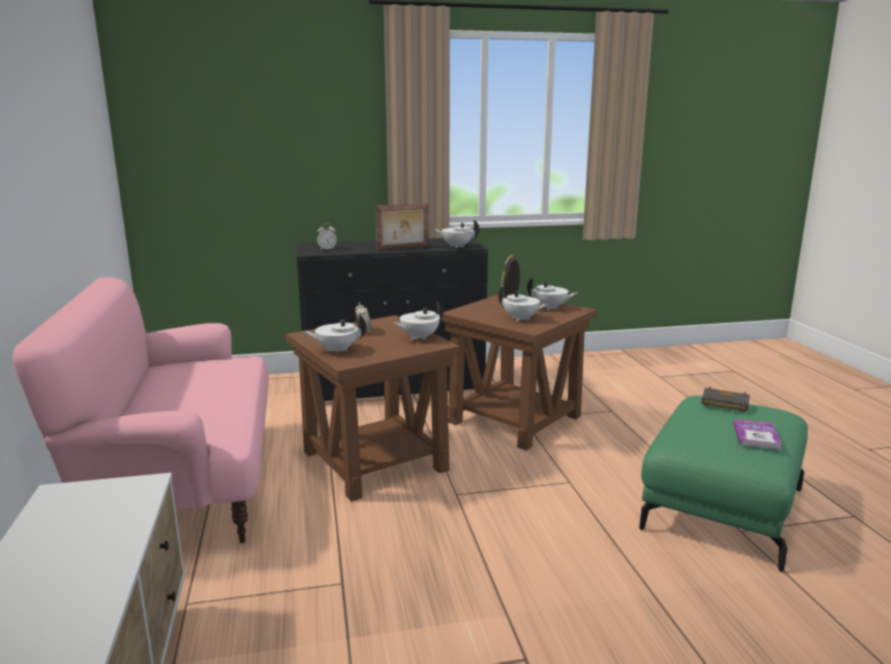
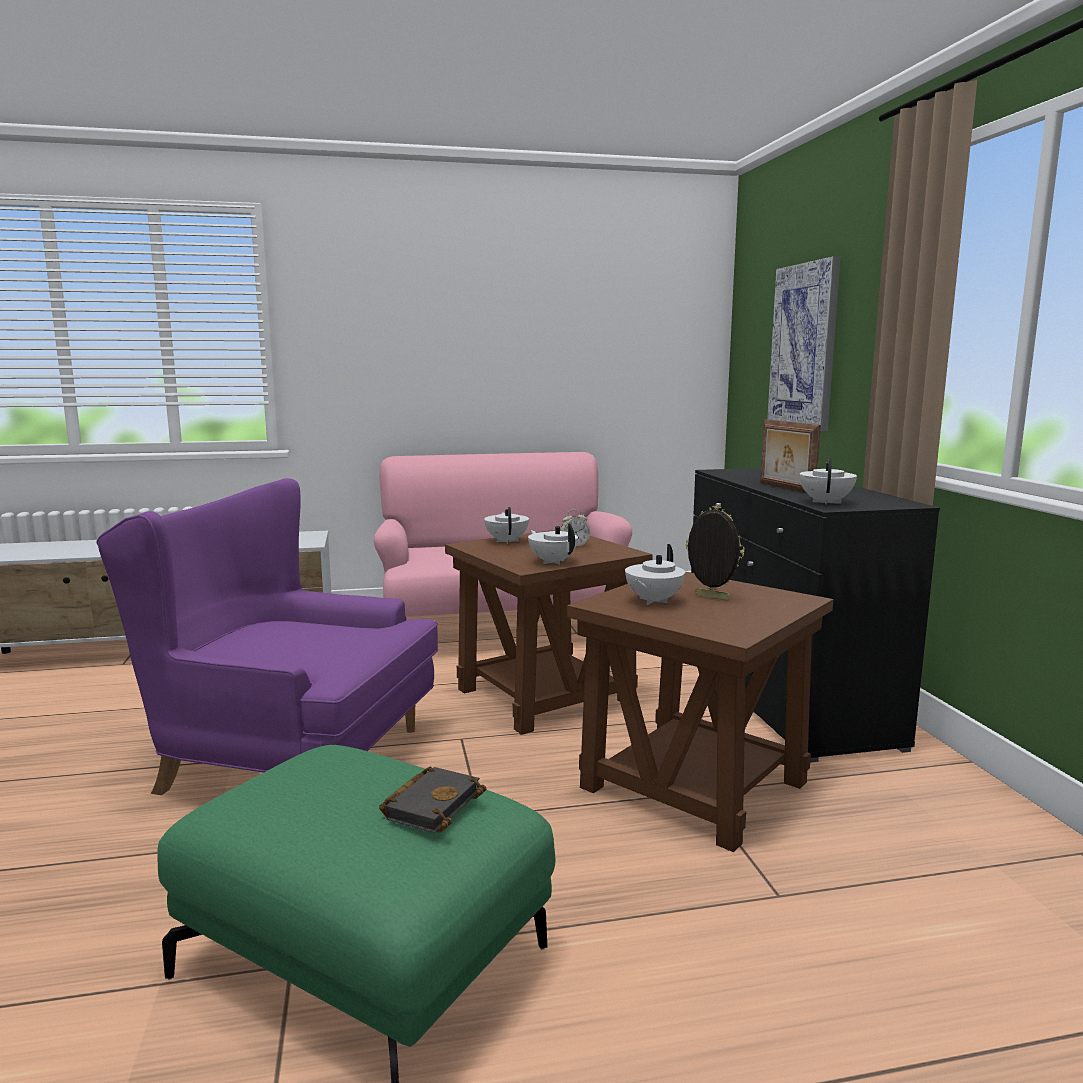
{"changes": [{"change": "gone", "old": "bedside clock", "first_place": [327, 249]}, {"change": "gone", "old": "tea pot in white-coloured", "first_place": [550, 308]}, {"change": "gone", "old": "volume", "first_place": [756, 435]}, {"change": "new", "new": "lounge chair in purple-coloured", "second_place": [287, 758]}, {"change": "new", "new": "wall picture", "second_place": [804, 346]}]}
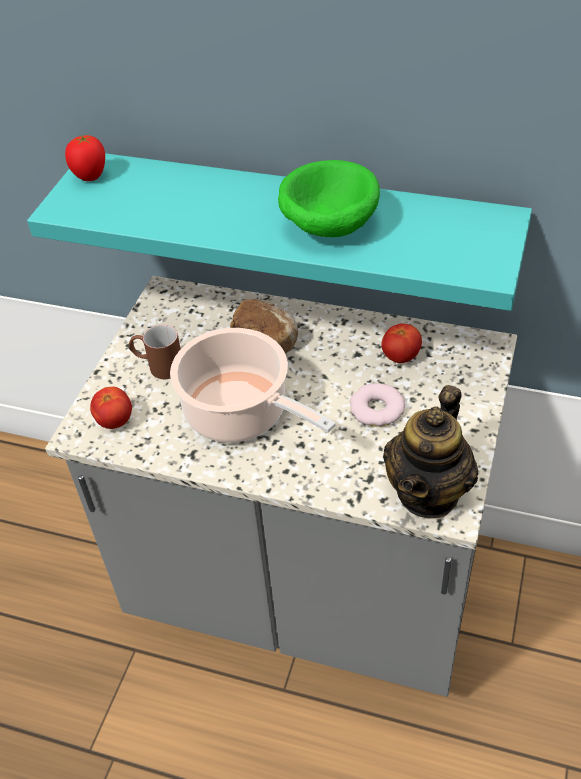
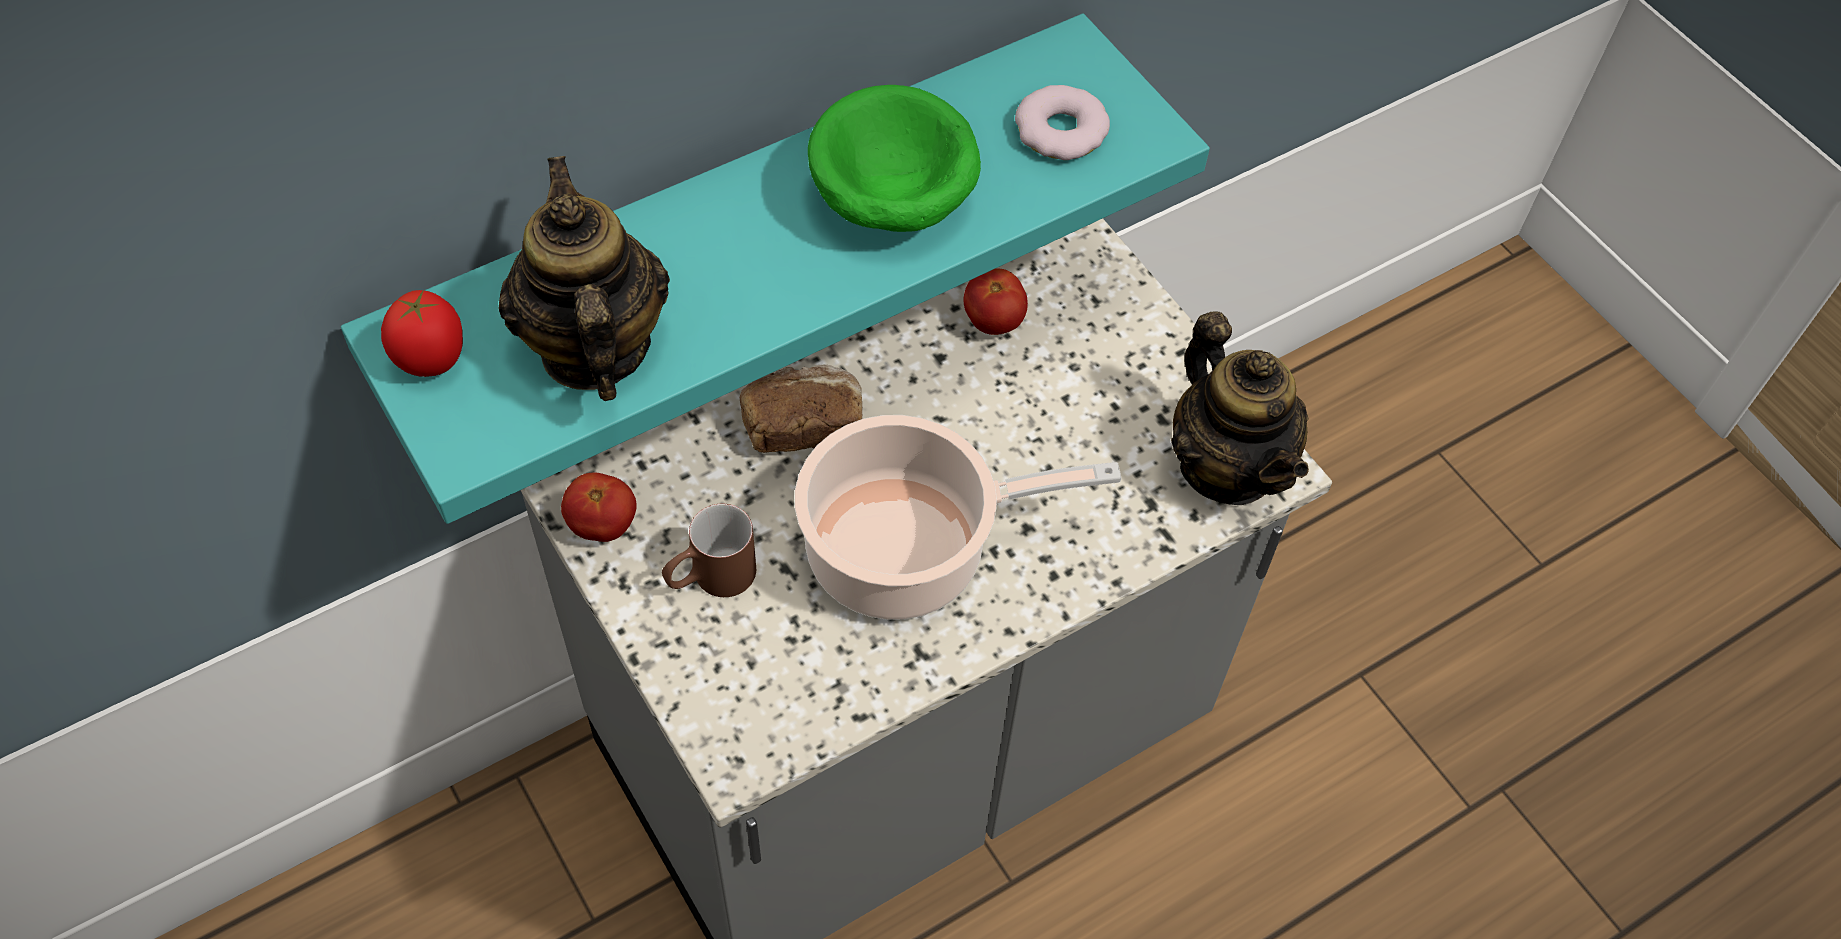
{"changes": [{"change": "new", "new": "tea pot", "second_place": [593, 348]}, {"change": "shifted", "old": "whole tomato", "first_place": [115, 421], "second_place": [603, 525]}, {"change": "shifted", "old": "ring doughnut", "first_place": [377, 409], "second_place": [1061, 131]}]}
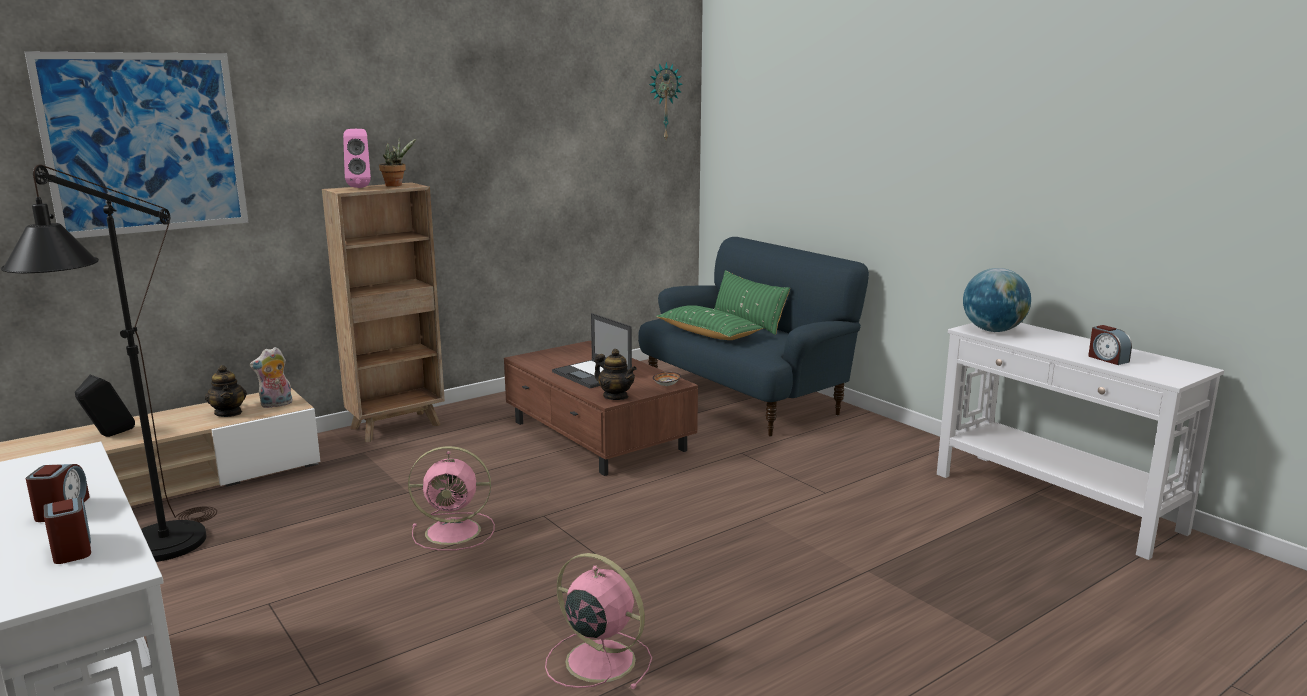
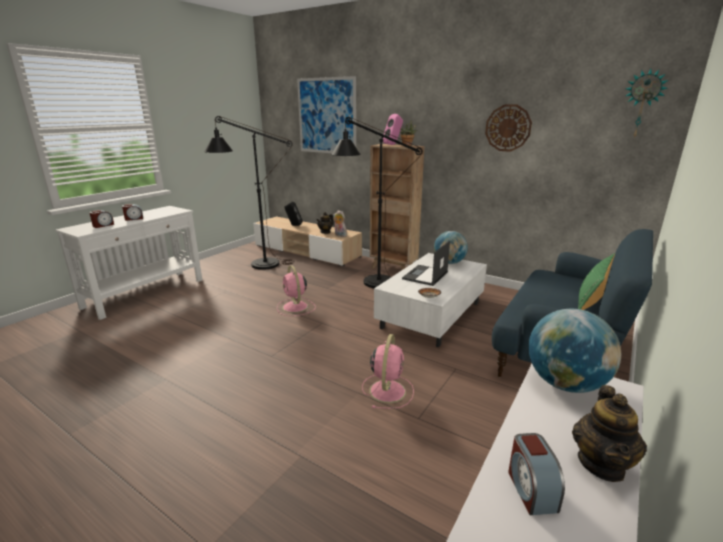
{"changes": [{"change": "gone", "old": "cushion in green-coloured", "first_place": [708, 334]}, {"change": "new", "new": "standing lamp in black", "second_place": [370, 281]}, {"change": "new", "new": "world globe", "second_place": [449, 263]}, {"change": "new", "new": "wall clock", "second_place": [508, 128]}, {"change": "shifted", "old": "fan in pink-coloured", "first_place": [597, 660], "second_place": [387, 390]}, {"change": "shifted", "old": "tea pot", "first_place": [615, 396], "second_place": [601, 464]}, {"change": "repainted", "old": "lounge table in brown-coloured", "new": "lounge table in white-coloured", "first_place": [598, 436], "second_place": [430, 315]}, {"change": "rotated", "old": "bedside clock", "first_place": [1107, 359], "second_place": [531, 489], "degrees": -45}]}
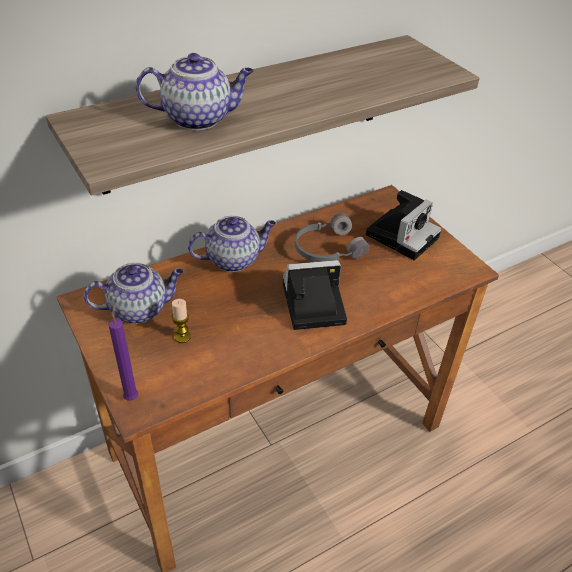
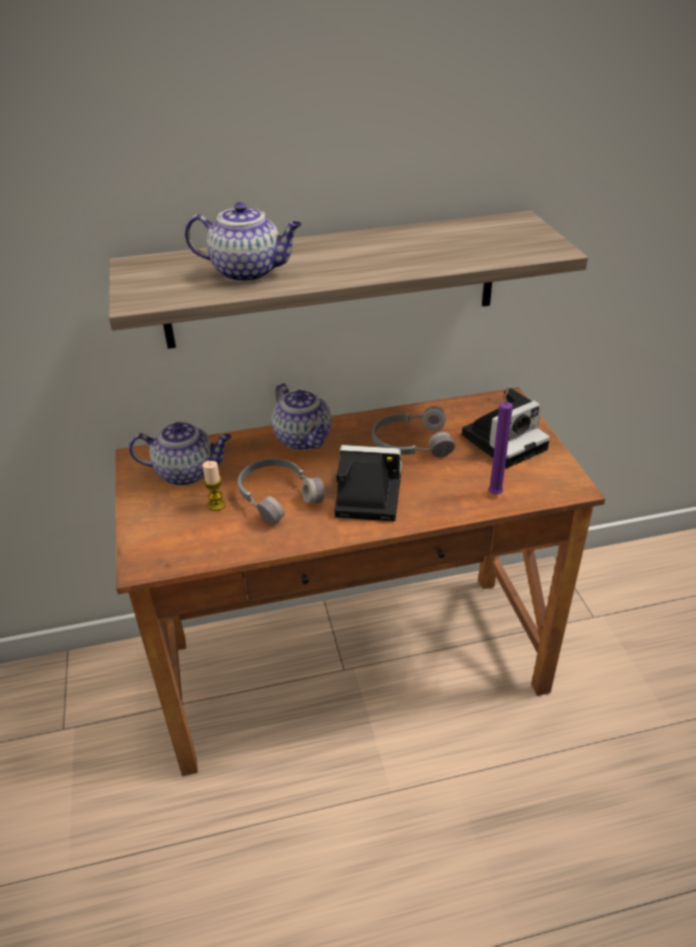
{"changes": [{"change": "new", "new": "headphones in gray", "second_place": [278, 496]}, {"change": "shifted", "old": "candle in purple-coloured", "first_place": [131, 396], "second_place": [495, 492]}, {"change": "rotated", "old": "tea pot", "first_place": [234, 259], "second_place": [304, 440], "degrees": 60}]}
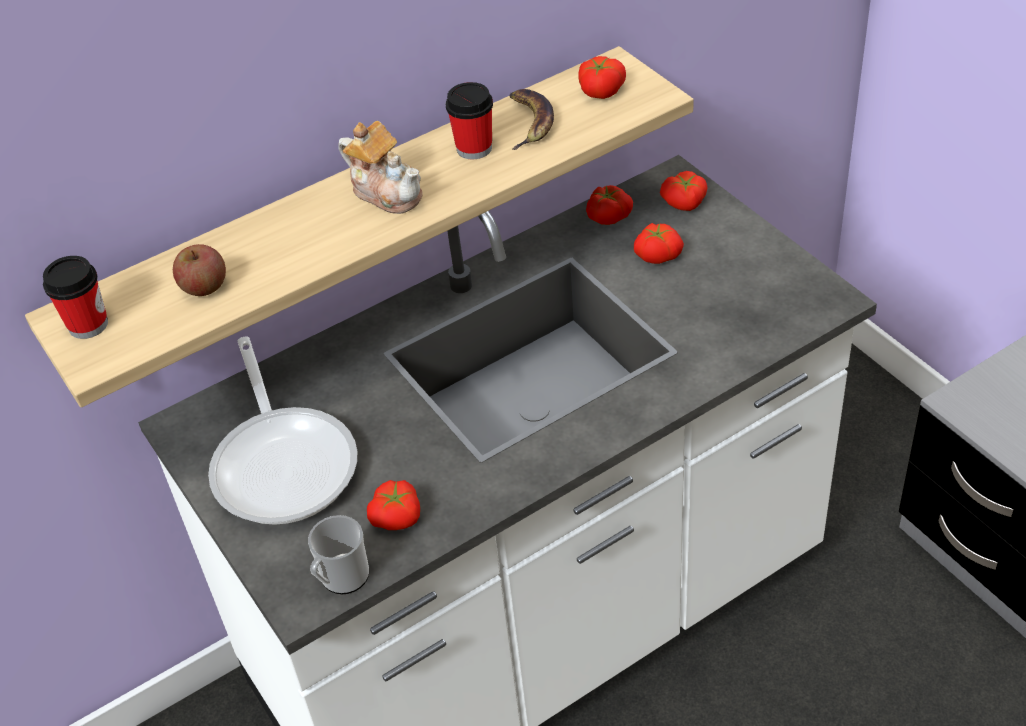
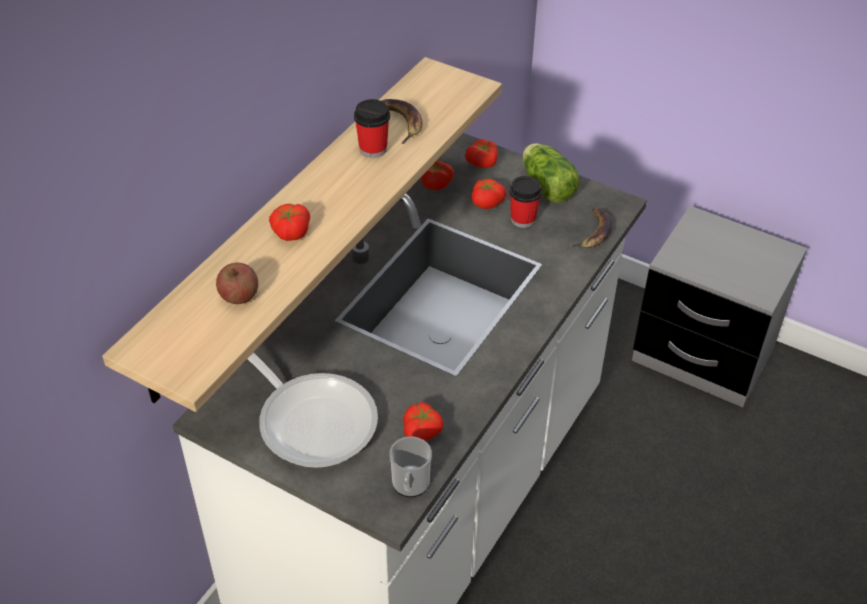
{"changes": [{"change": "gone", "old": "tea pot", "first_place": [387, 191]}, {"change": "new", "new": "lettuce", "second_place": [546, 185]}, {"change": "new", "new": "banana", "second_place": [593, 232]}, {"change": "shifted", "old": "small cup", "first_place": [88, 325], "second_place": [523, 219]}, {"change": "shifted", "old": "whole tomato", "first_place": [600, 90], "second_place": [290, 232]}]}
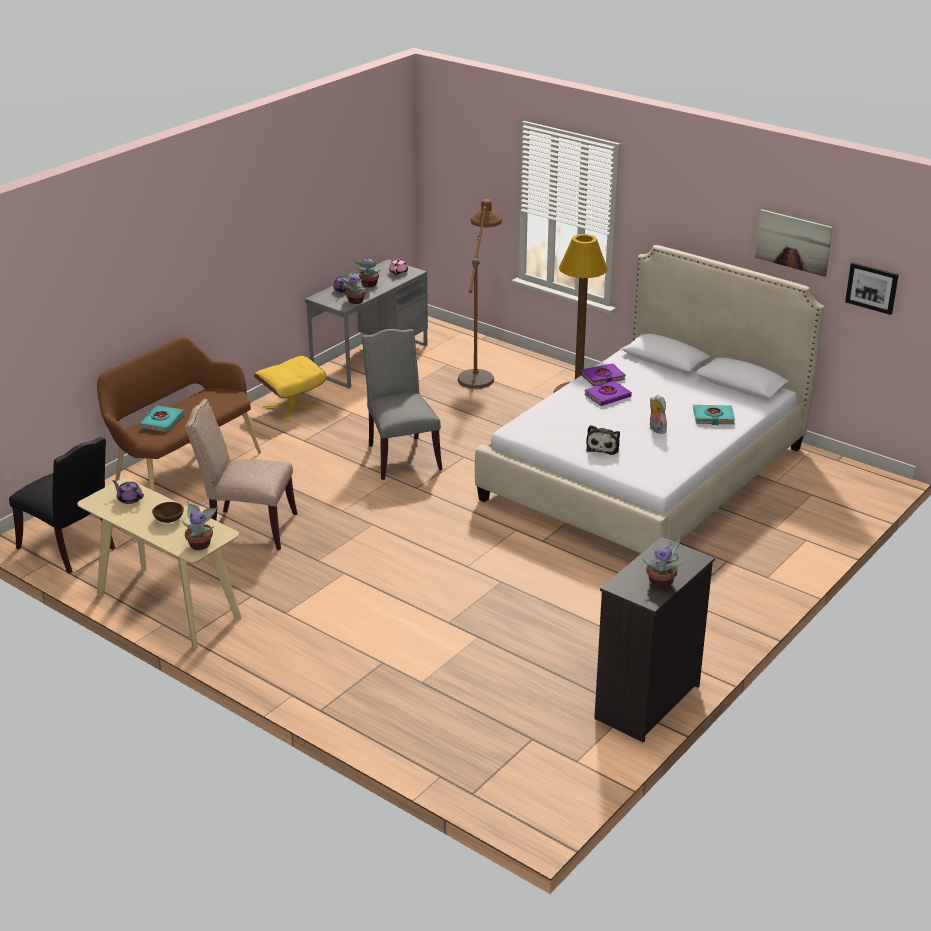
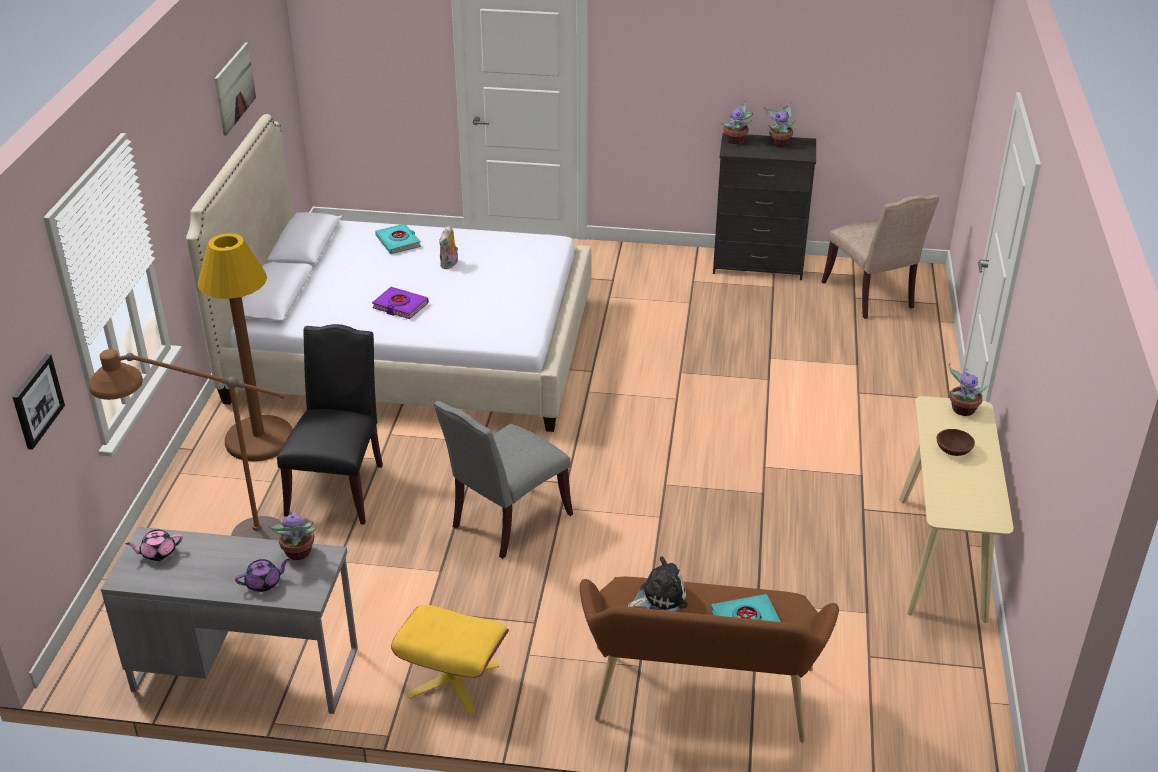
{"changes": [{"change": "gone", "old": "tea pot in purple-coloured", "first_place": [129, 499]}, {"change": "gone", "old": "volume in purple-coloured", "first_place": [602, 377]}, {"change": "shifted", "old": "chair in black", "first_place": [71, 549], "second_place": [339, 487]}, {"change": "shifted", "old": "chair in beige", "first_place": [247, 528], "second_place": [872, 296]}, {"change": "shifted", "old": "houseplant", "first_place": [369, 285], "second_place": [736, 140]}, {"change": "shifted", "old": "soft toy", "first_place": [603, 447], "second_place": [660, 597]}, {"change": "shifted", "old": "wall picture", "first_place": [872, 287], "second_place": [37, 401]}]}
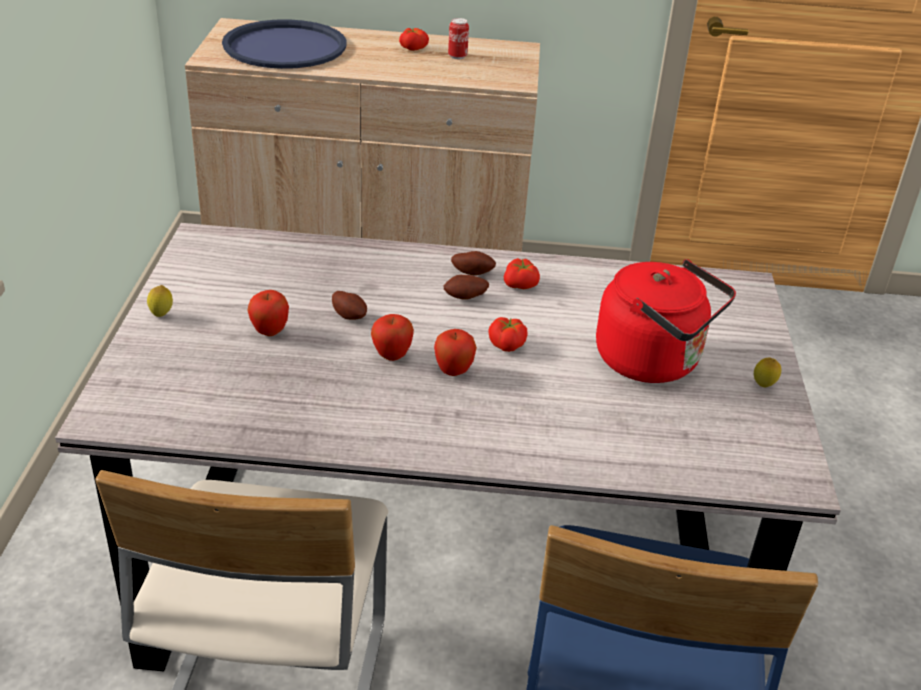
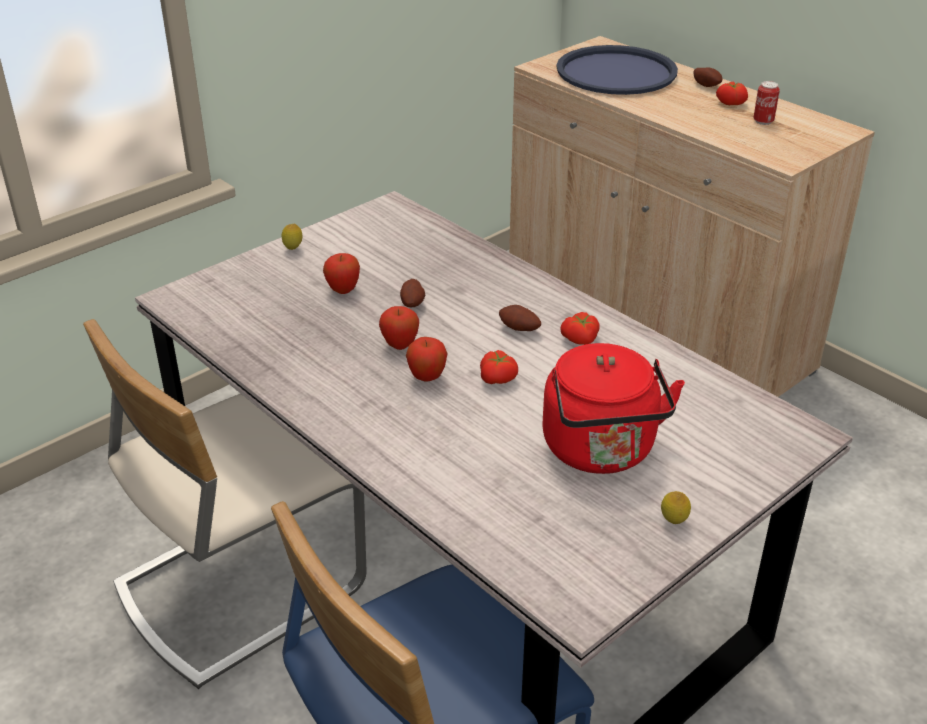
{"changes": [{"change": "shifted", "old": "spud", "first_place": [473, 272], "second_place": [707, 85]}]}
